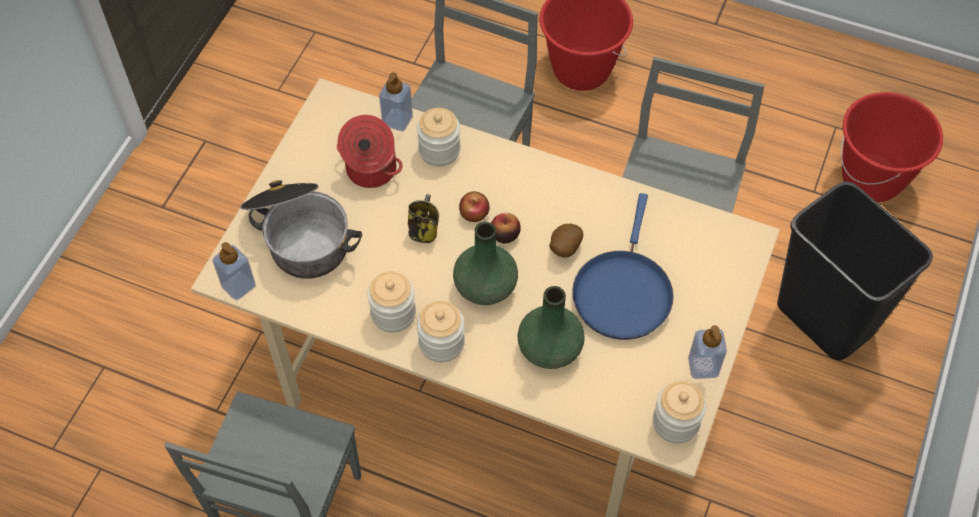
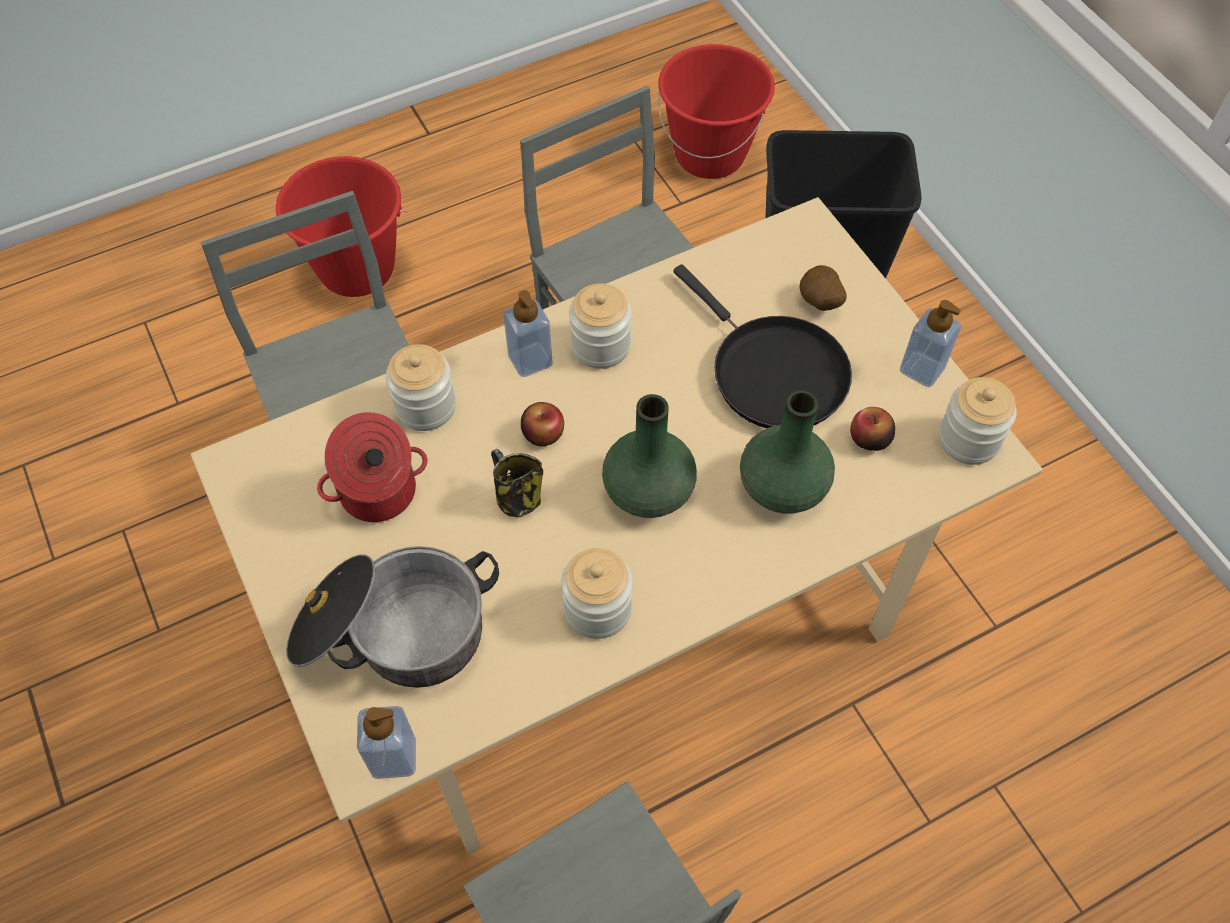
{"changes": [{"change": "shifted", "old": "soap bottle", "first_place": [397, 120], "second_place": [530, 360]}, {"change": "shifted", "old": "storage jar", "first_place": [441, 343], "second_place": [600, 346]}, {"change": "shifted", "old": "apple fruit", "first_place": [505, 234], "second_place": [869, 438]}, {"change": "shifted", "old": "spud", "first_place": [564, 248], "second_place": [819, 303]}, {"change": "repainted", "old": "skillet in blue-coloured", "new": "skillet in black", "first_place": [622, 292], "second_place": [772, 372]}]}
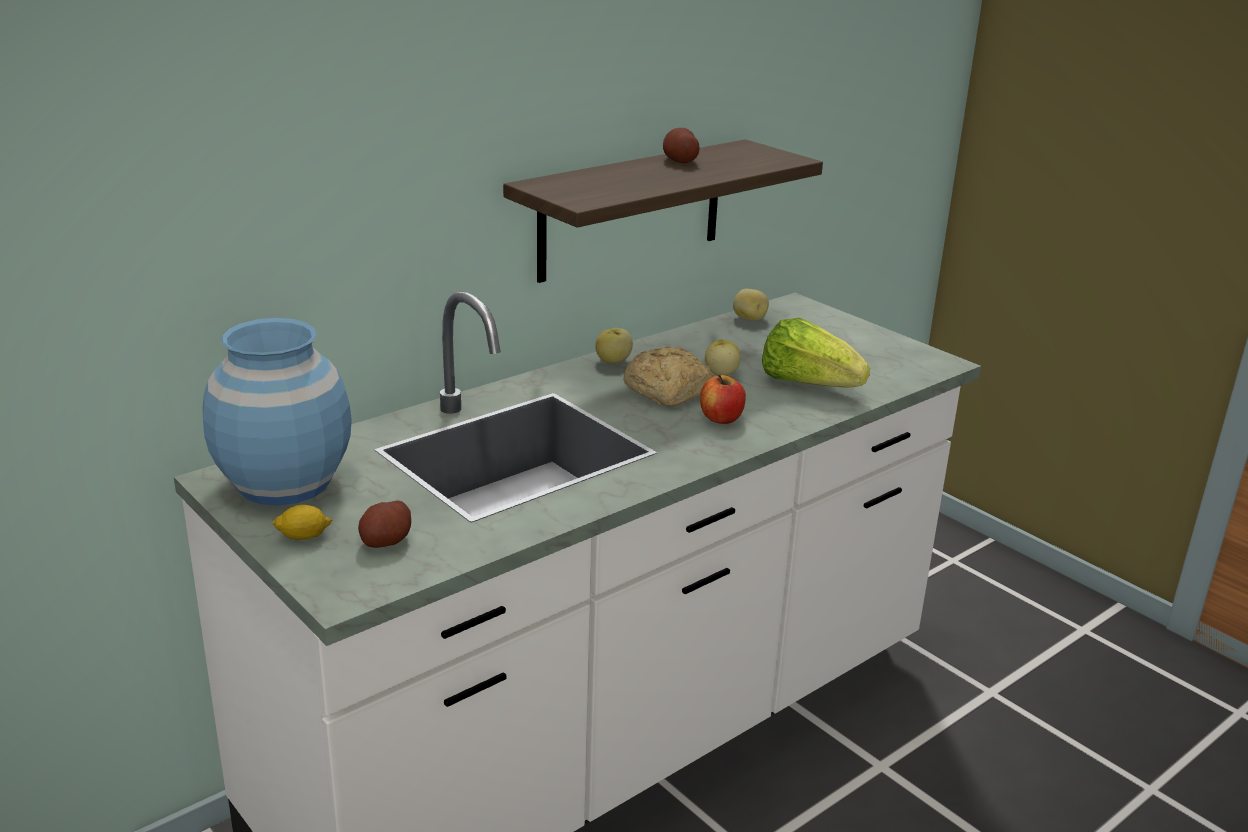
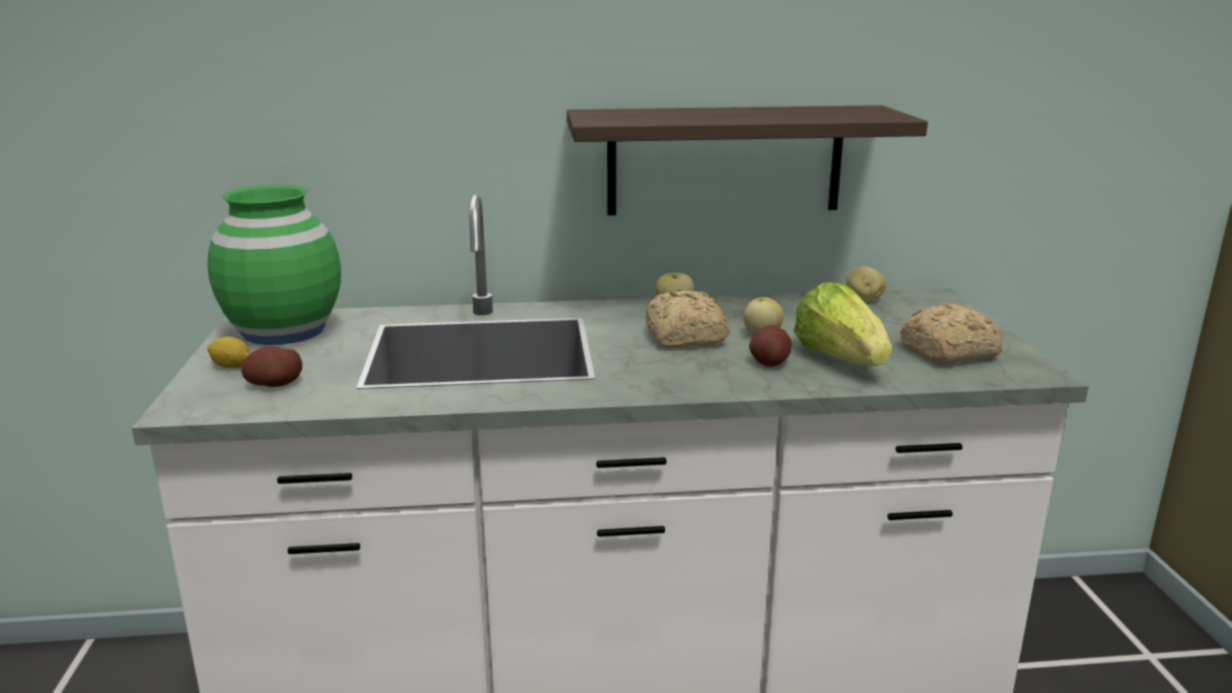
{"changes": [{"change": "gone", "old": "apple fruit", "first_place": [721, 418]}, {"change": "new", "new": "baked bread", "second_place": [945, 352]}, {"change": "shifted", "old": "spud", "first_place": [679, 160], "second_place": [769, 362]}, {"change": "repainted", "old": "decorative vase in blue-coloured", "new": "decorative vase in green-coloured", "first_place": [285, 482], "second_place": [284, 331]}]}
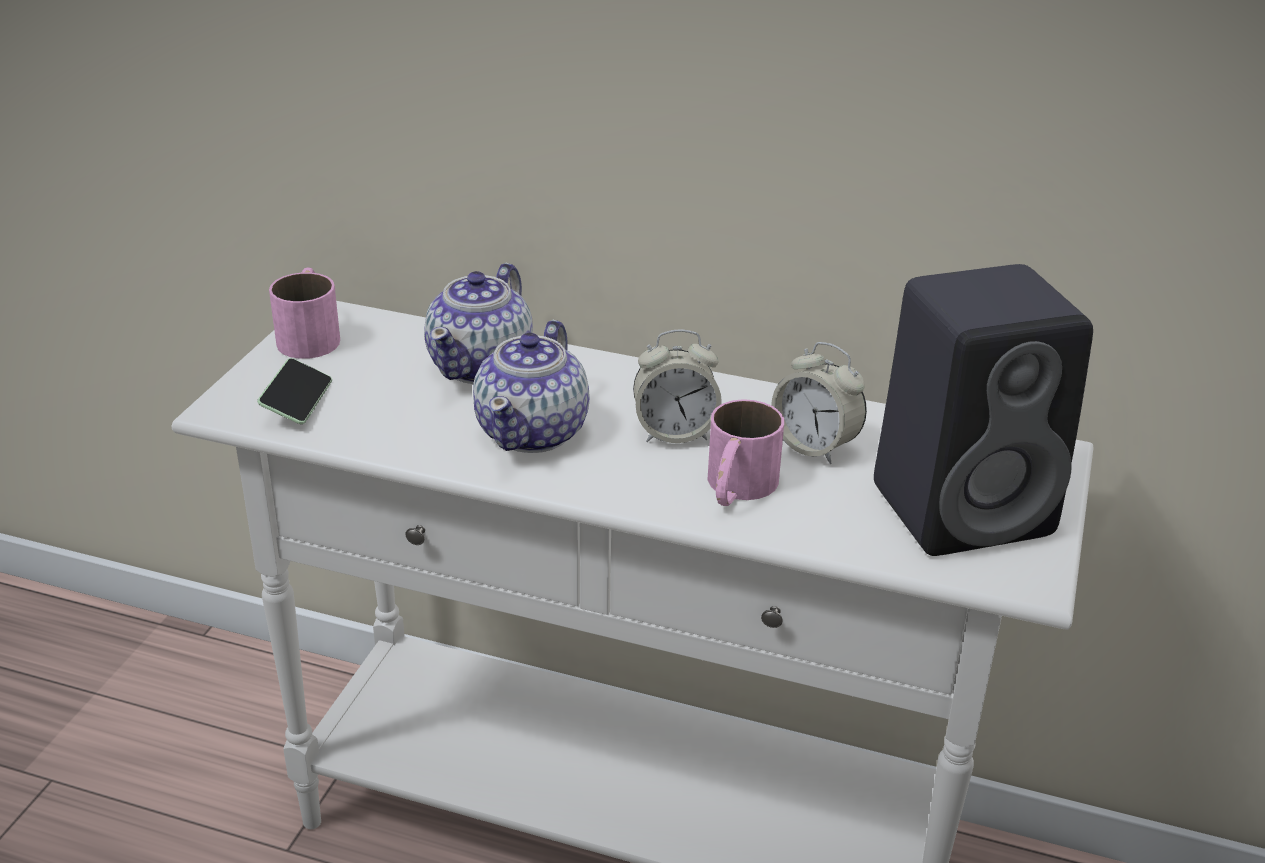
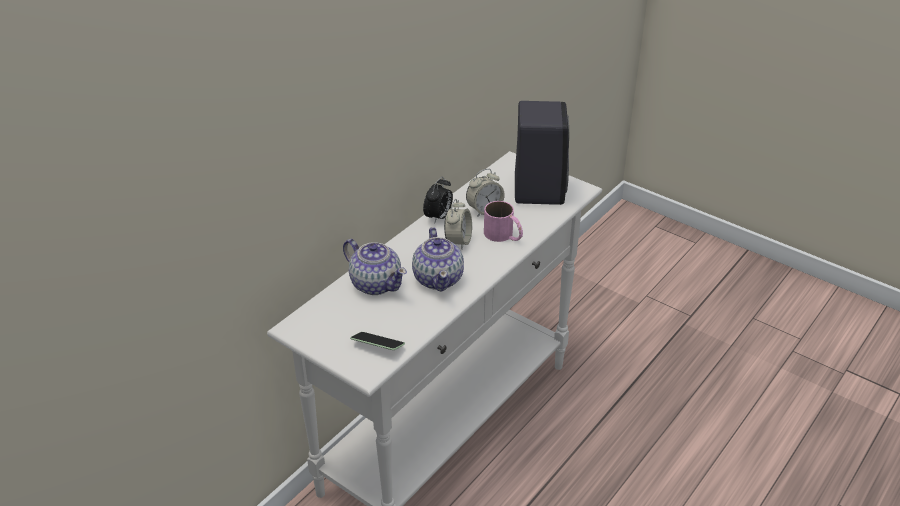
{"changes": [{"change": "gone", "old": "coffee mug in pink-coloured", "first_place": [310, 334]}, {"change": "new", "new": "bedside clock", "second_place": [438, 217]}, {"change": "rotated", "old": "tea pot", "first_place": [534, 431], "second_place": [438, 278], "degrees": 45}]}
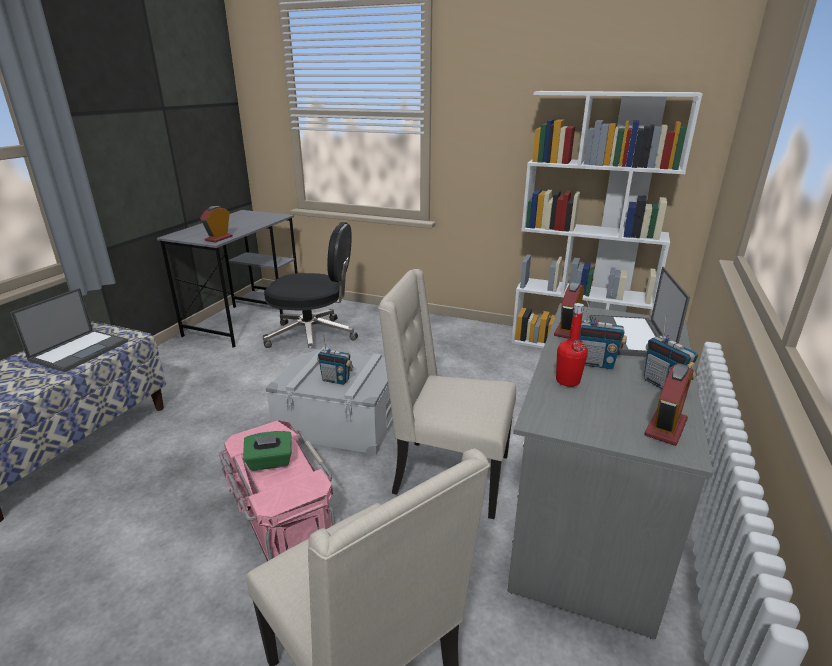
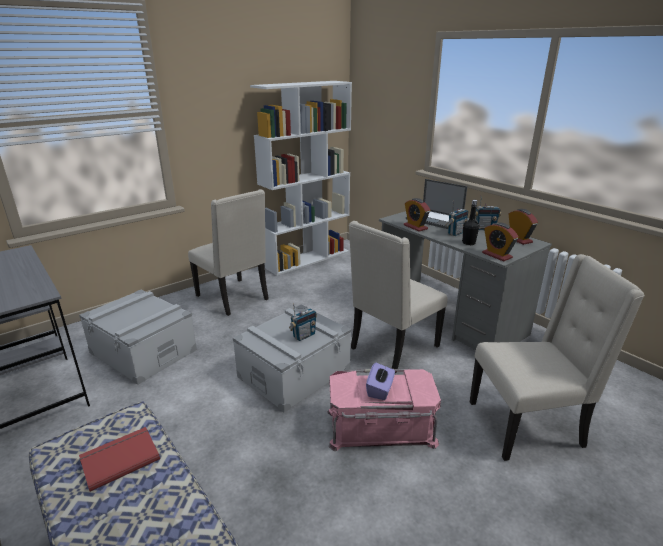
{"changes": [{"change": "new", "new": "chair in beige", "second_place": [234, 298]}, {"change": "shifted", "old": "bedside clock", "first_place": [219, 238], "second_place": [497, 255]}, {"change": "swapped", "old": "notebook computer", "new": "volume in reddish", "first_place": [80, 350], "second_place": [119, 458]}, {"change": "swapped", "old": "office chair in black", "new": "storage box in gray", "first_place": [313, 336], "second_place": [143, 351]}, {"change": "repainted", "old": "box of tissues in green-coloured", "new": "box of tissues in purple-coloured", "first_place": [270, 462], "second_place": [380, 390]}, {"change": "repainted", "old": "bottle in reddish", "new": "bottle in black", "first_place": [567, 381], "second_place": [468, 243]}]}
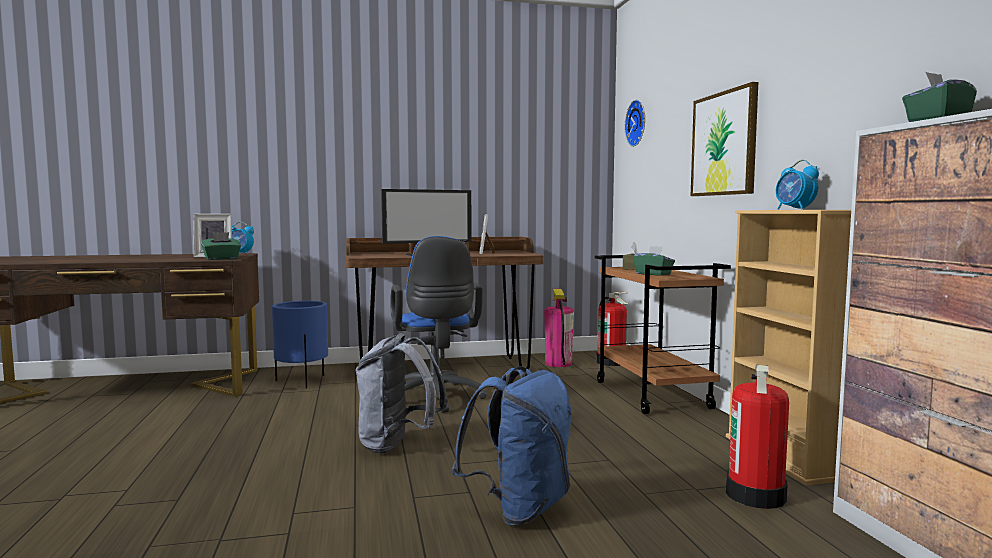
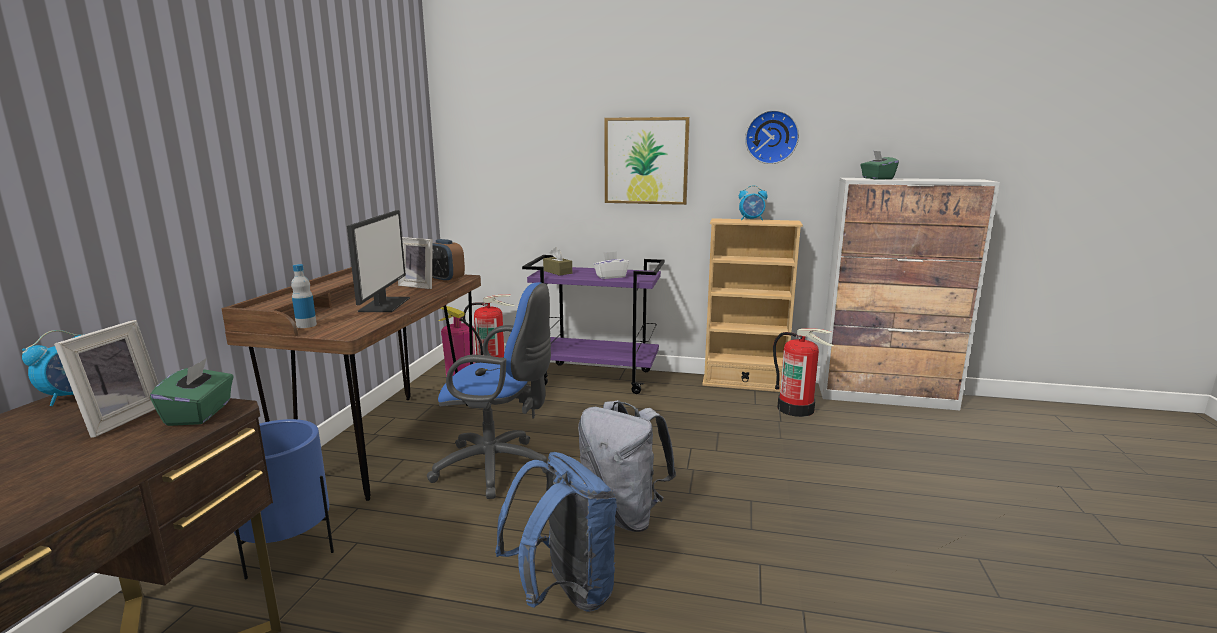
{"changes": [{"change": "new", "new": "bottle", "second_place": [306, 325]}, {"change": "new", "new": "bedside clock", "second_place": [445, 280]}, {"change": "shifted", "old": "rucksack in blue-coloured", "first_place": [520, 508], "second_place": [564, 592]}, {"change": "shifted", "old": "wall clock", "first_place": [638, 123], "second_place": [771, 137]}, {"change": "repainted", "old": "trolley in brown-coloured", "new": "trolley in purple-coloured", "first_place": [653, 395], "second_place": [597, 378]}, {"change": "repainted", "old": "box of tissues in green-coloured", "new": "box of tissues in white-coloured", "first_place": [653, 274], "second_place": [610, 276]}]}
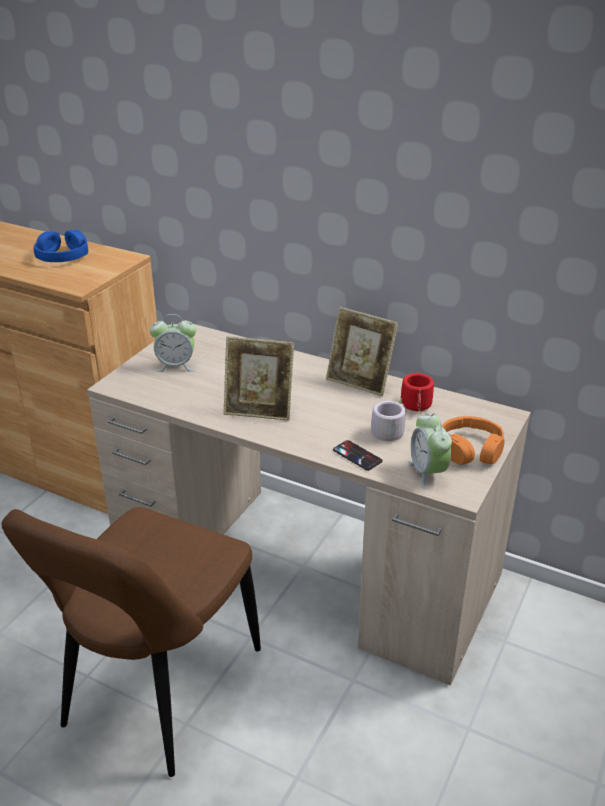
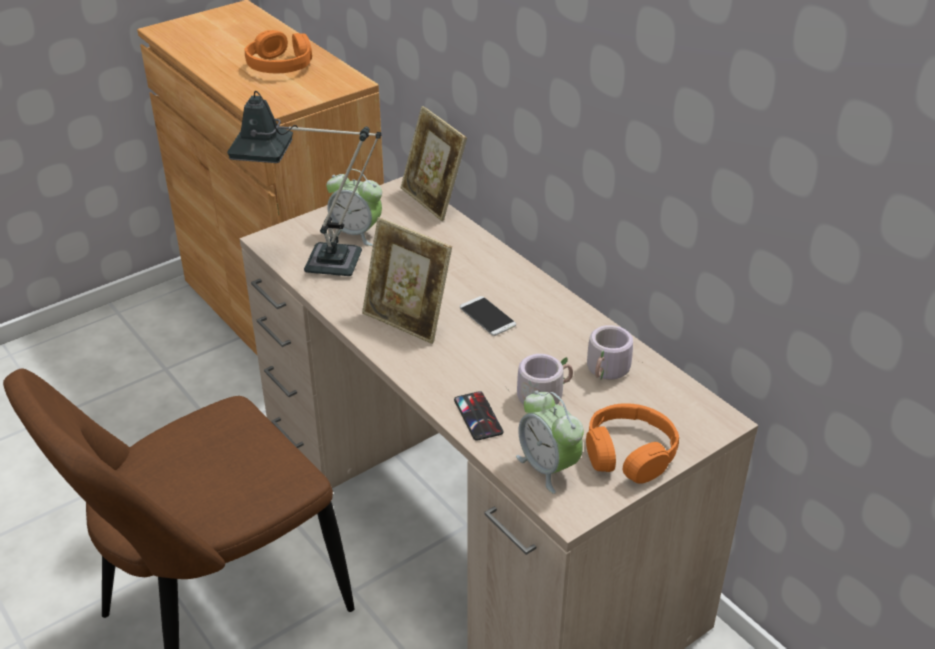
{"changes": [{"change": "new", "new": "lamp for a table", "second_place": [319, 261]}, {"change": "new", "new": "handset", "second_place": [487, 316]}, {"change": "shifted", "old": "picture frame", "first_place": [359, 382], "second_place": [433, 200]}, {"change": "repainted", "old": "headphones in blue-coloured", "new": "headphones in orangey", "first_place": [63, 256], "second_place": [280, 65]}, {"change": "repainted", "old": "coffee mug in reddish", "new": "coffee mug in gray", "first_place": [418, 406], "second_place": [608, 371]}, {"change": "rotated", "old": "bedside clock", "first_place": [427, 472], "second_place": [548, 467], "degrees": -45}]}
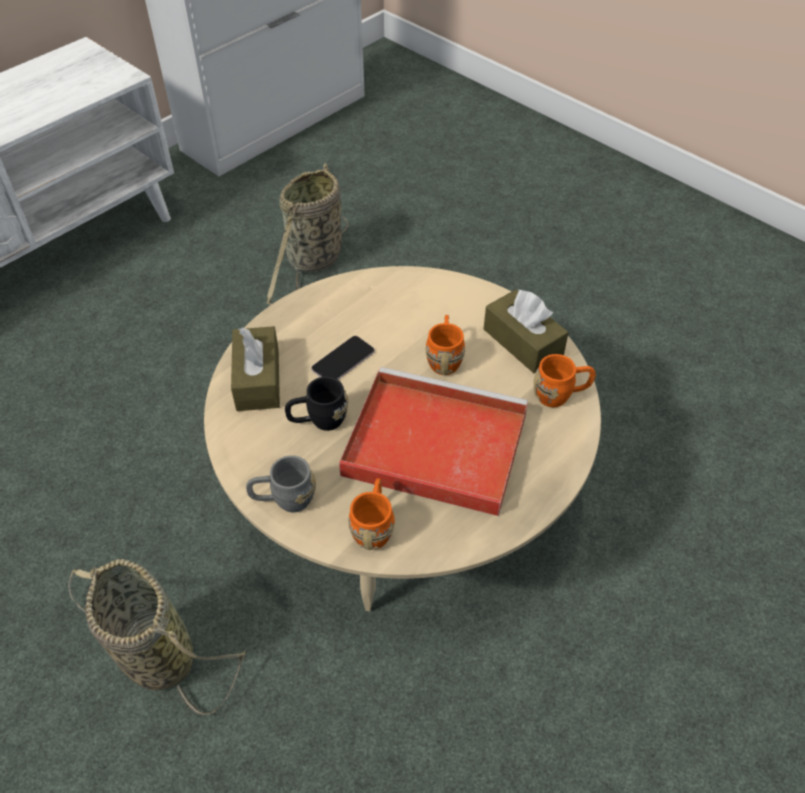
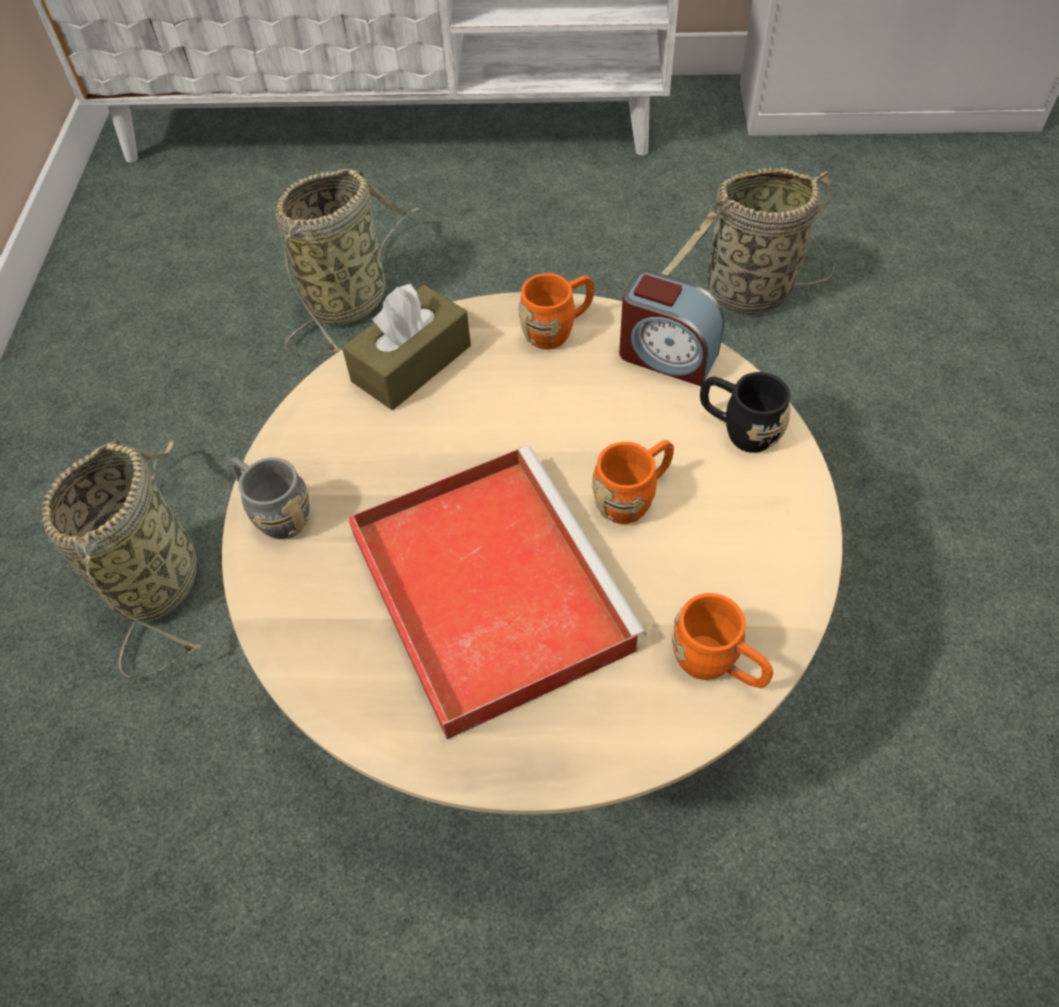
{"changes": [{"change": "gone", "old": "handset", "first_place": [343, 360]}, {"change": "gone", "old": "box of tissues in brown-coloured", "first_place": [523, 342]}, {"change": "new", "new": "household basket", "second_place": [351, 298]}, {"change": "new", "new": "bedside clock", "second_place": [666, 356]}, {"change": "shifted", "old": "coffee mug in black", "first_place": [318, 420], "second_place": [738, 429]}, {"change": "shifted", "old": "coffee mug in orangey", "first_place": [374, 526], "second_place": [558, 329]}]}
